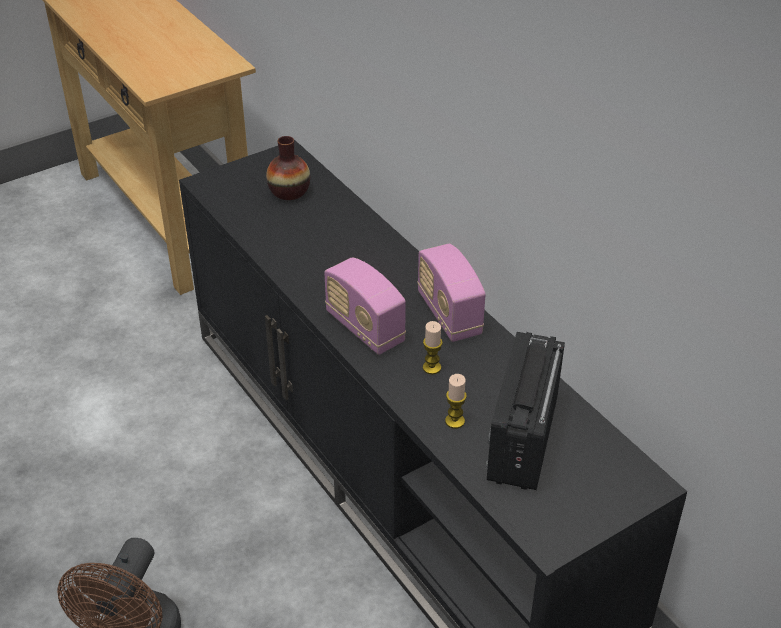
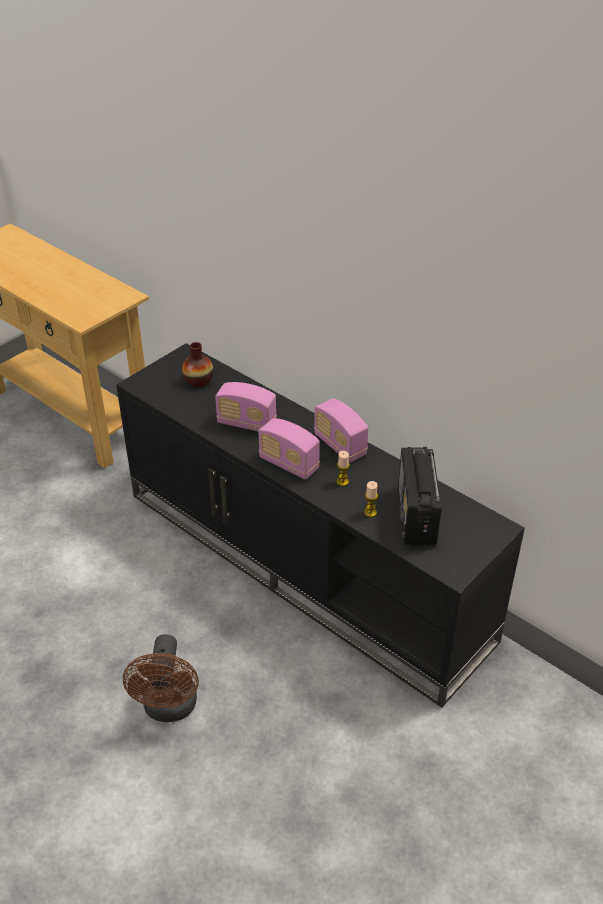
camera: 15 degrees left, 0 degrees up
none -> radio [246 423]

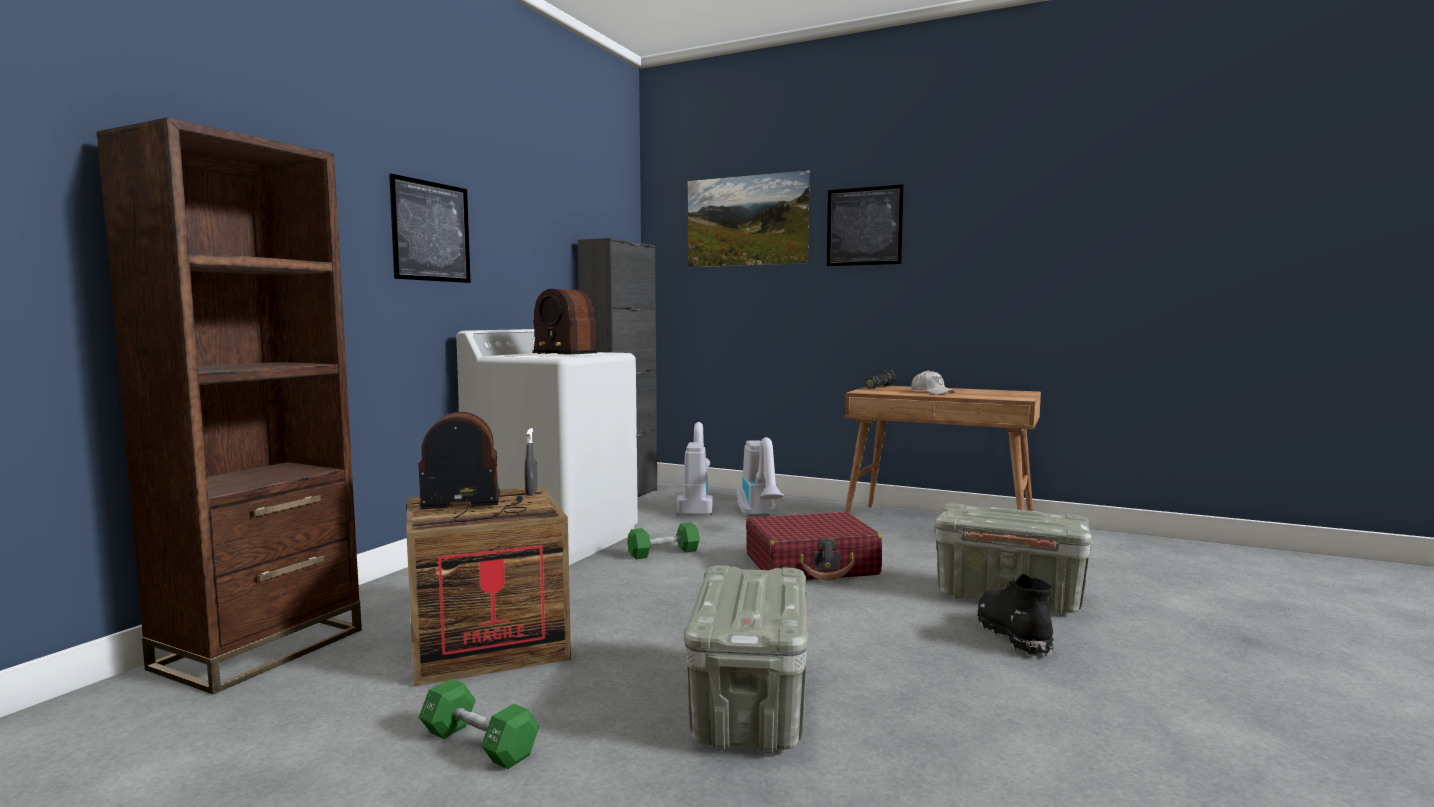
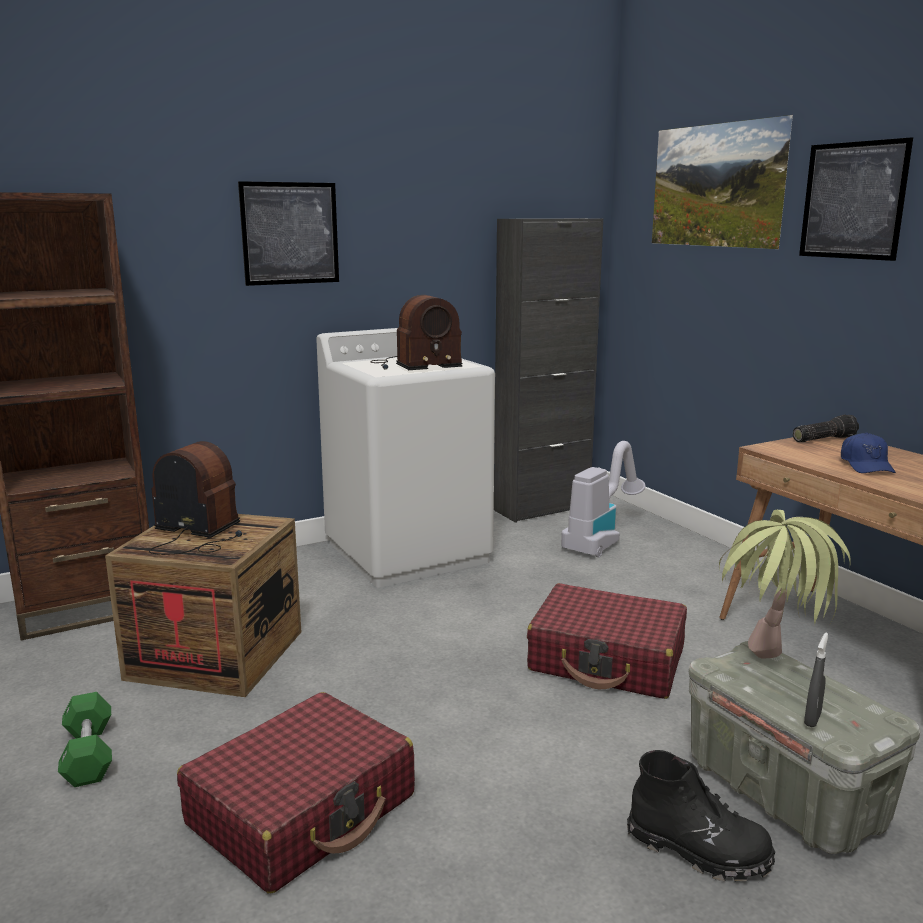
camera: 35 degrees right, 10 degrees up
radio [567 354] -> radio [414 365], 90 degrees counterclockwise
gorra [blanco] [932 392] -> gorra [azul] [866 465]
pulverizador [gris] [531 493] -> pulverizador [gris] [812 719], moved
aspiradora [760 516] -> none
mancuerna [verde] [663 553] -> none
caja de almacenaje [gris] [749 705] -> maleta [rojo] [303 810]
bota [negro] [1013 635] -> bota [negro] [698 850], 90 degrees clockwise
none -> planta en maceta [769 674]

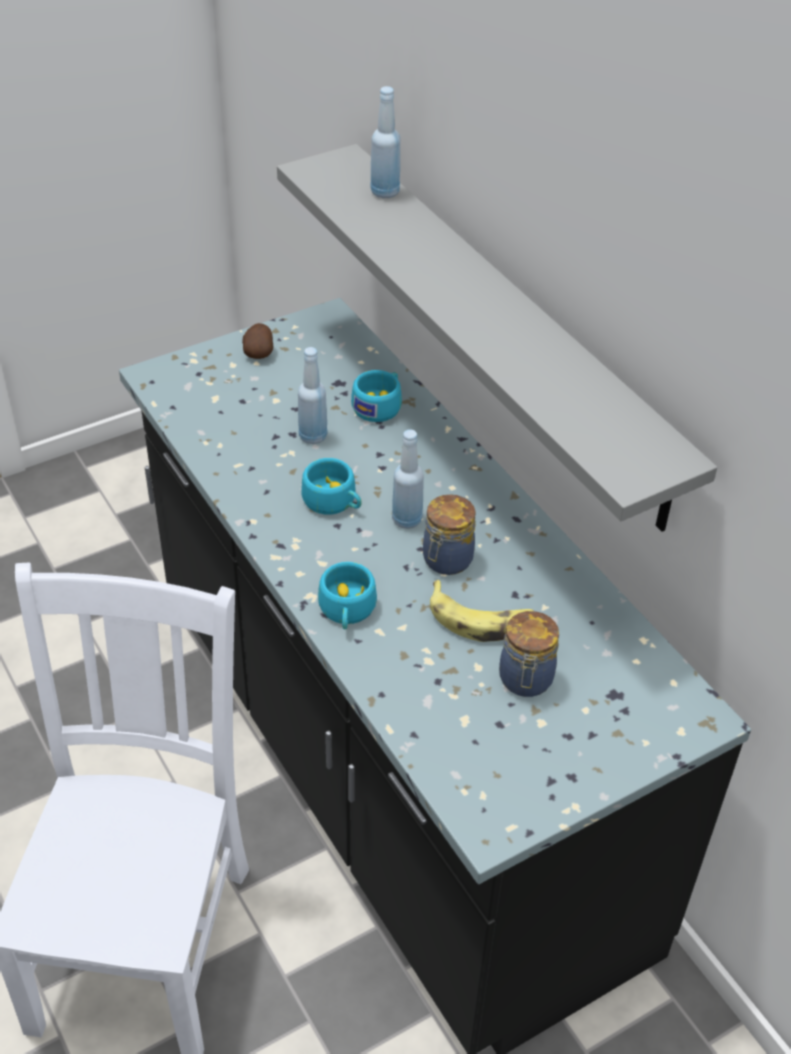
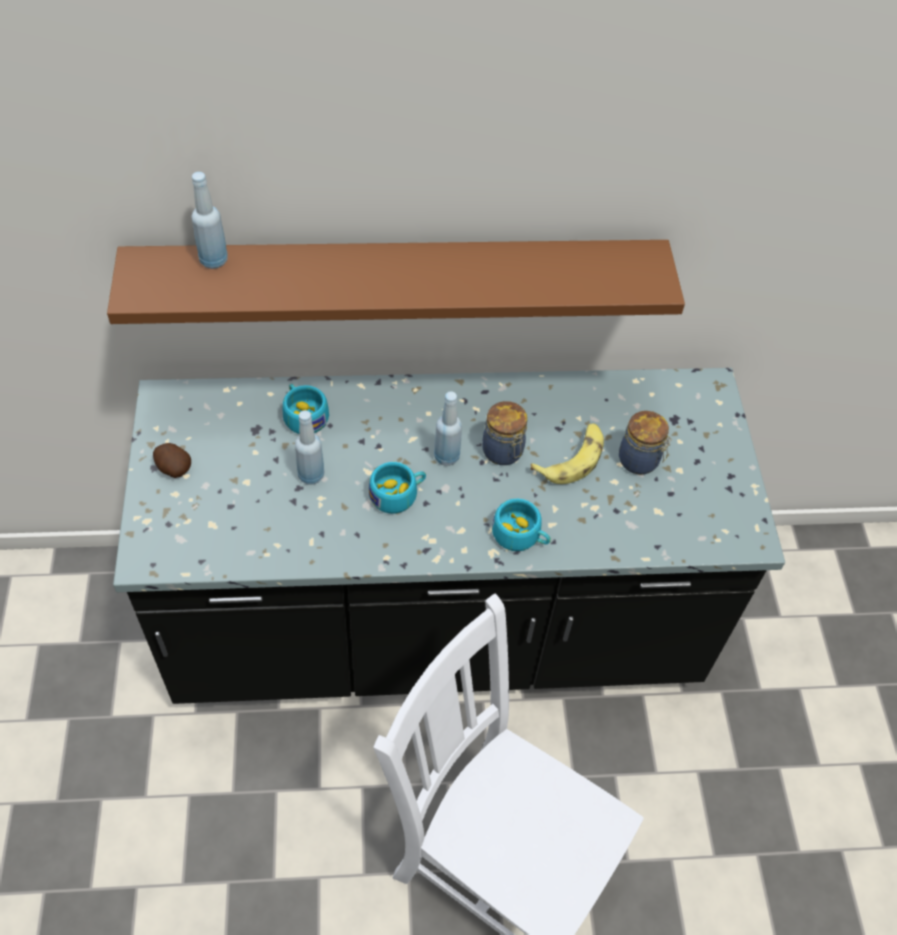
camera: 65 degrees left, 10 degrees up
estante [gris] [507 328] -> estante [marrón] [397 278]

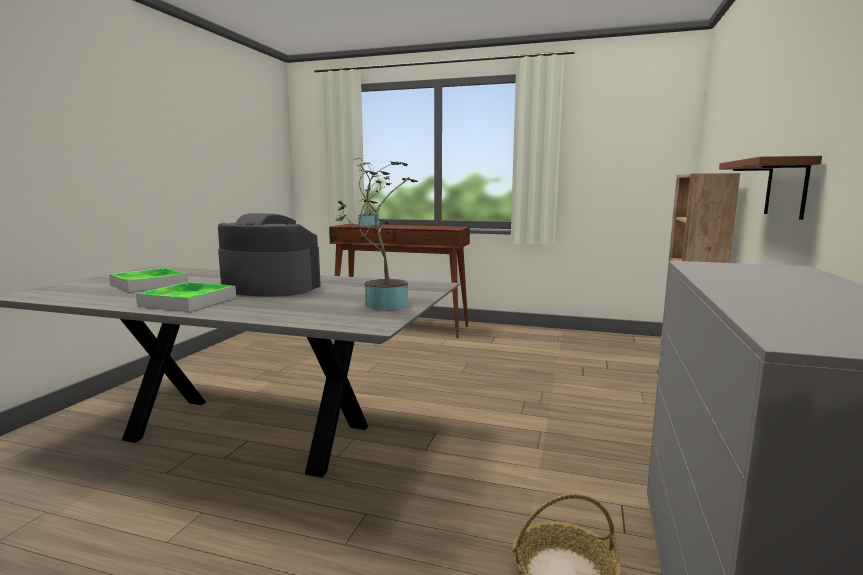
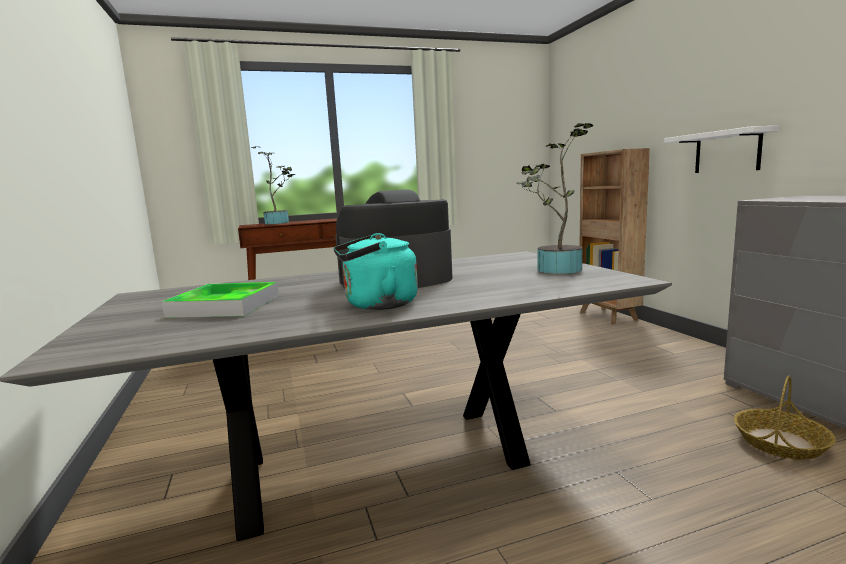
camera: 35 degrees left, 0 degrees up
estante [marrón] [786 188] -> estante [blanco] [727 152]
bandeja [188 301] -> hervidor [turquesa] [377 305]

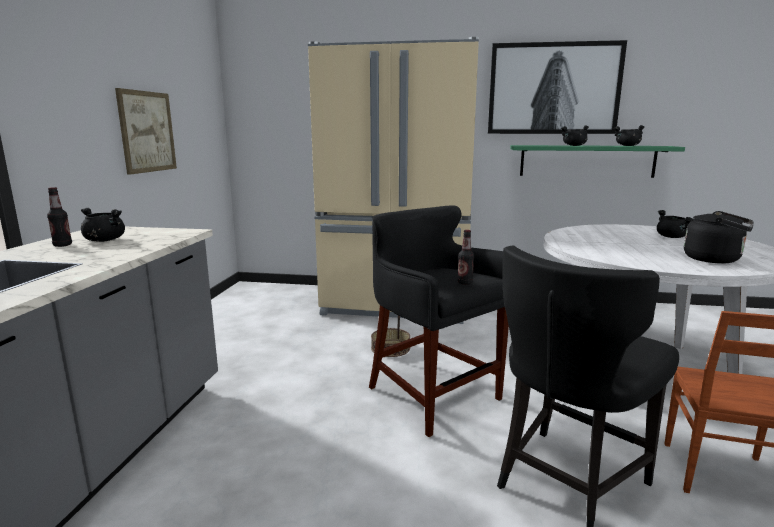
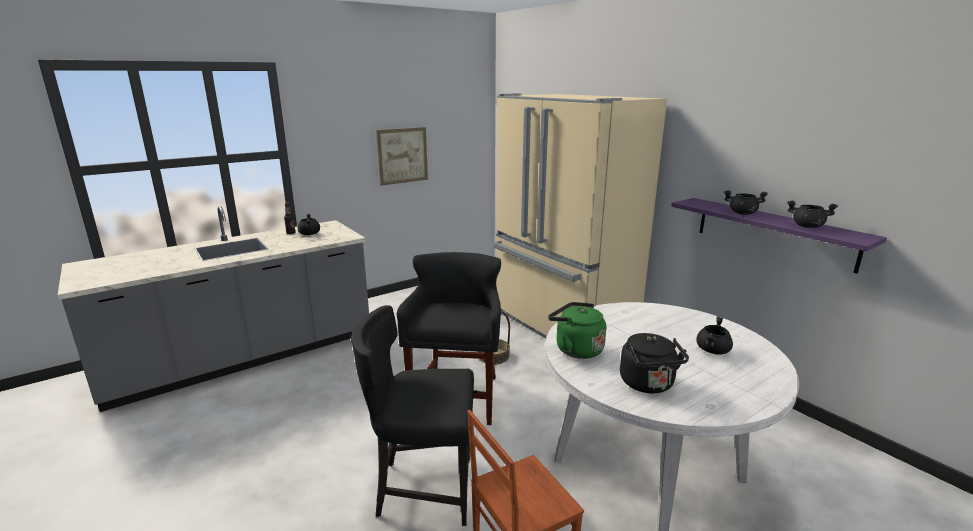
camera: 45 degrees right, 5 degrees up
cuadro [553 89] -> none
estante [verde] [587 161] -> estante [morado] [773 232]
botella [465 283] -> none
none -> hervidor [verde] [576 349]

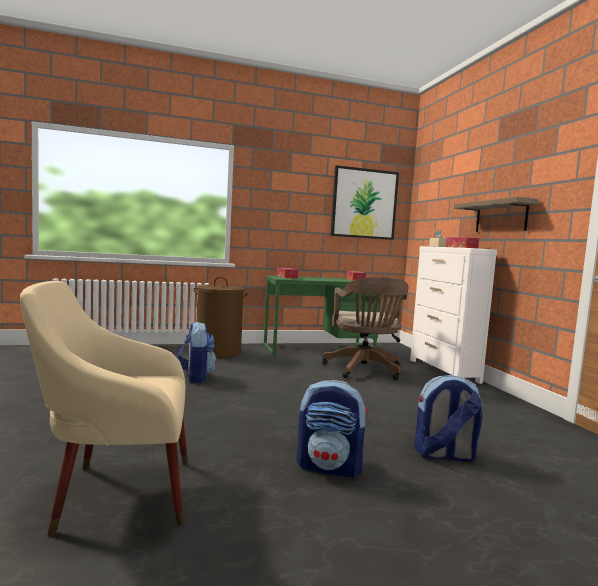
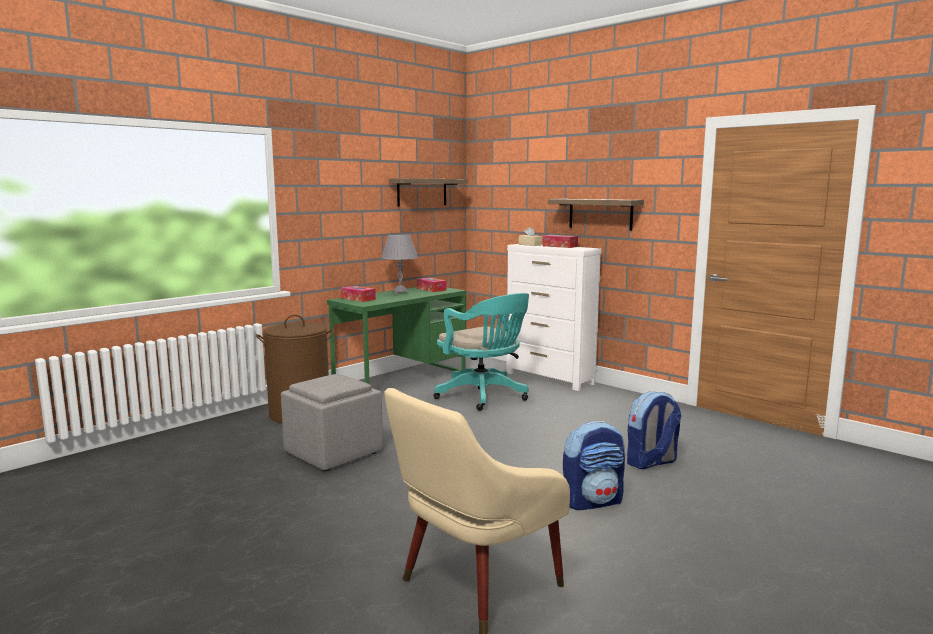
camera: 30 degrees left, 5 degrees up
cuadro [364 203] -> estante [422 192]
silla de oficina [marrón] [364 370] -> silla de oficina [turquesa] [484 396]
mochila [195 377] -> puf [gris] [332 453]
none -> lámpara de mesa [gris] [400 292]

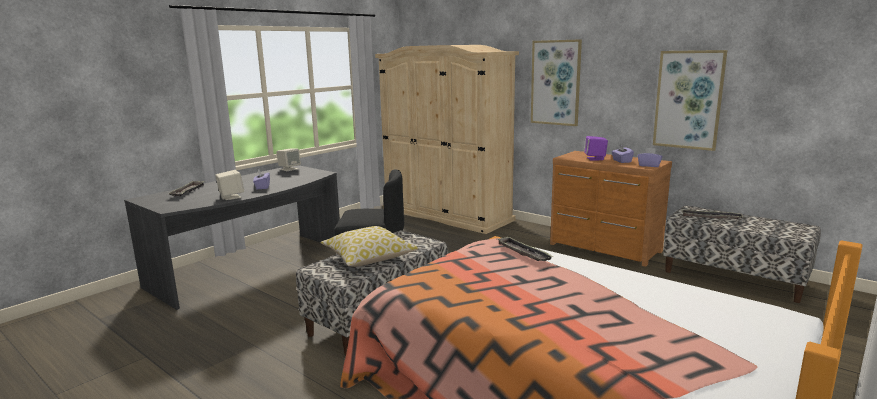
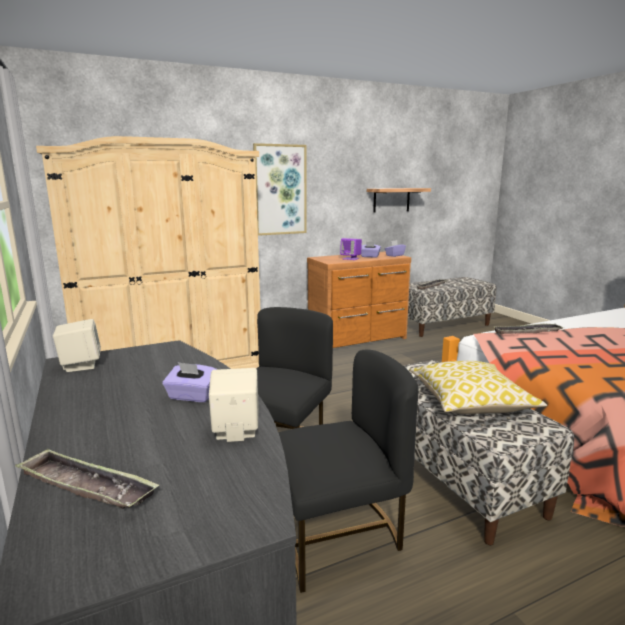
camera: 65 degrees left, 0 degrees up
cuadro [688 100] -> estante [391 200]
none -> silla [negro] [338 536]

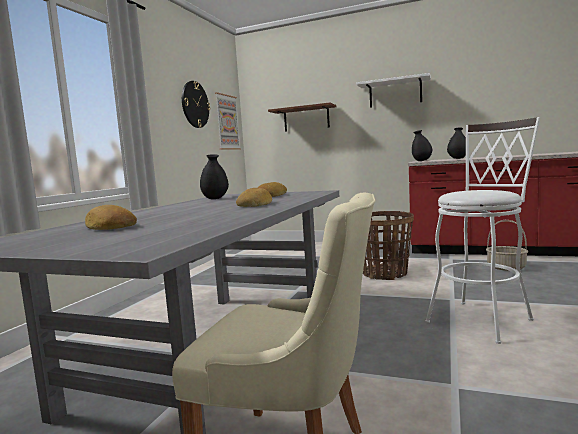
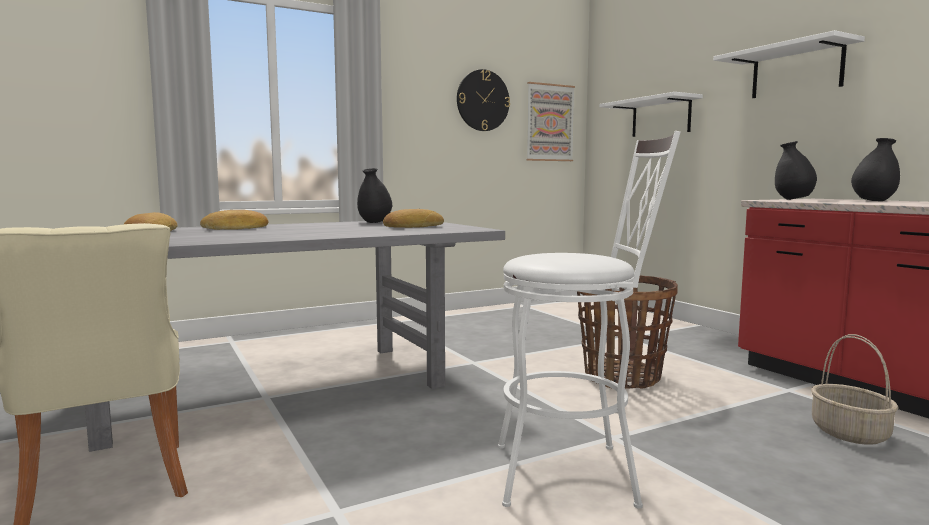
camera: 40 degrees right, 0 degrees up
estante [marrón] [306 118] -> estante [blanco] [661 117]
pan [255 204] -> pan [236 228], moved

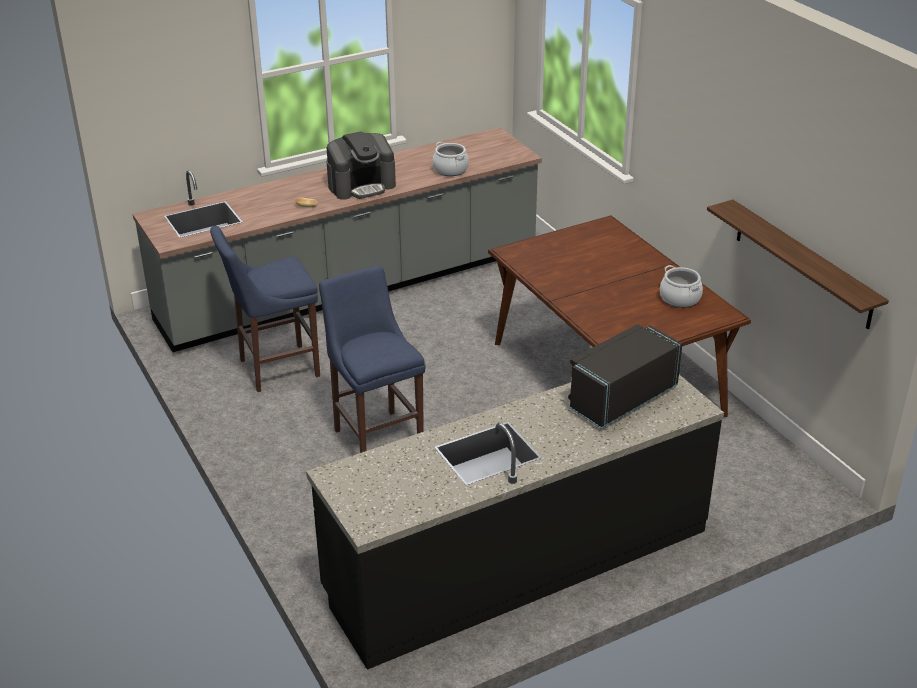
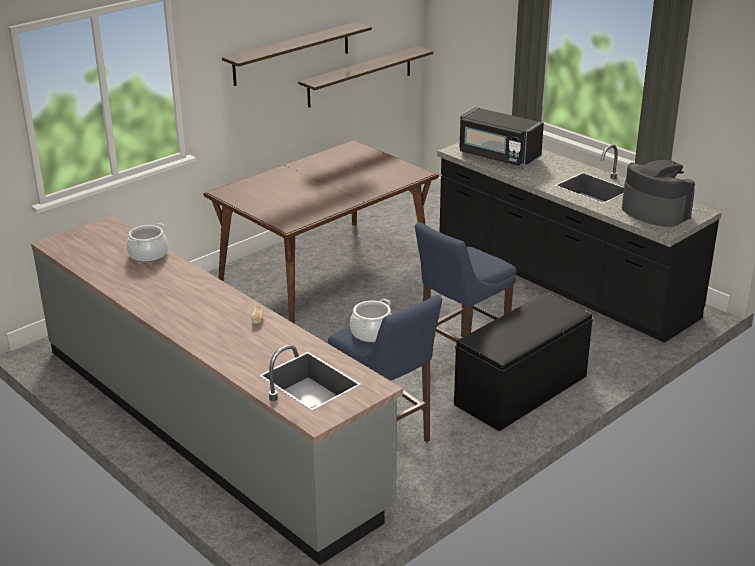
camera: 105 degrees left, 5 degrees down
cafetera [361 185] -> cafetera [654 212], moved
olla [680 299] -> olla [372 333], moved
none -> estante [292 53]
none -> banco [negro] [522 390]

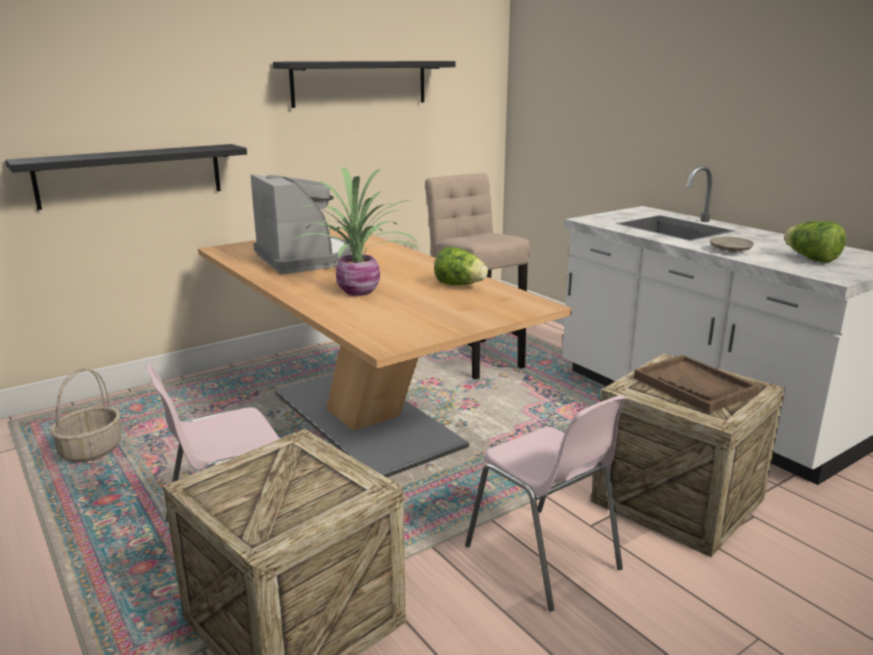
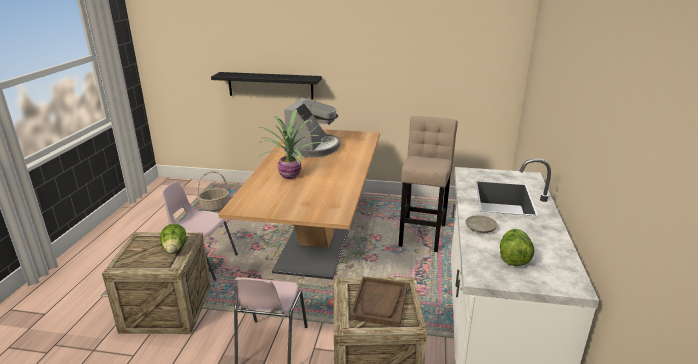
camera: 45 degrees right, 5 degrees up
estante [negro] [360 83] -> none
lechuga [459 285] -> lechuga [174 249], moved

